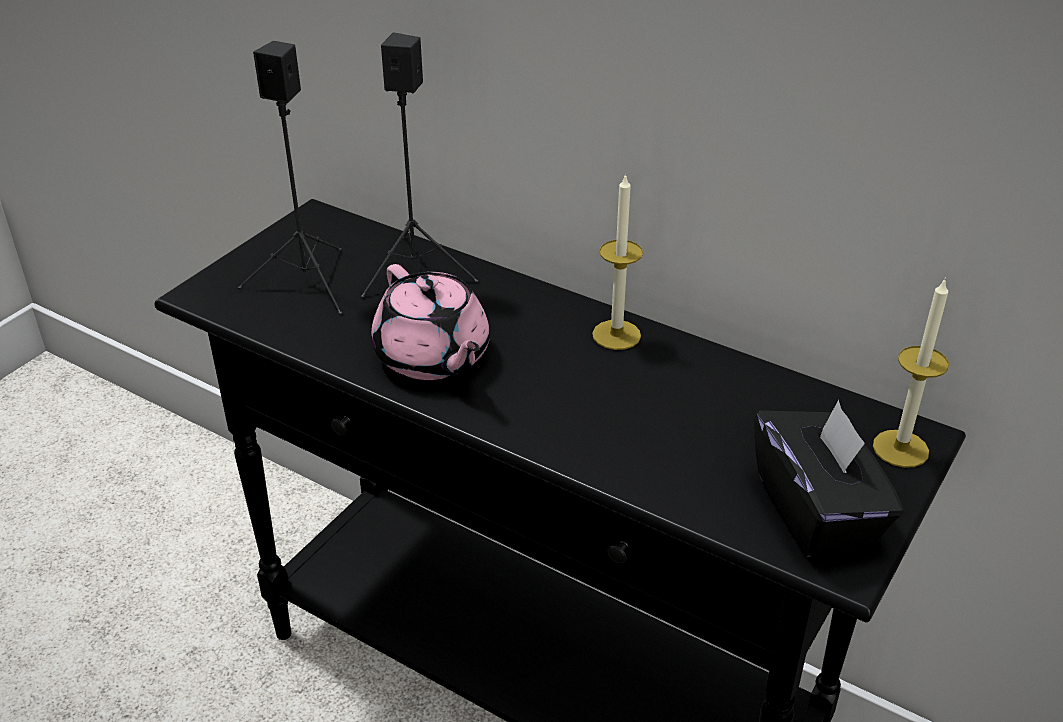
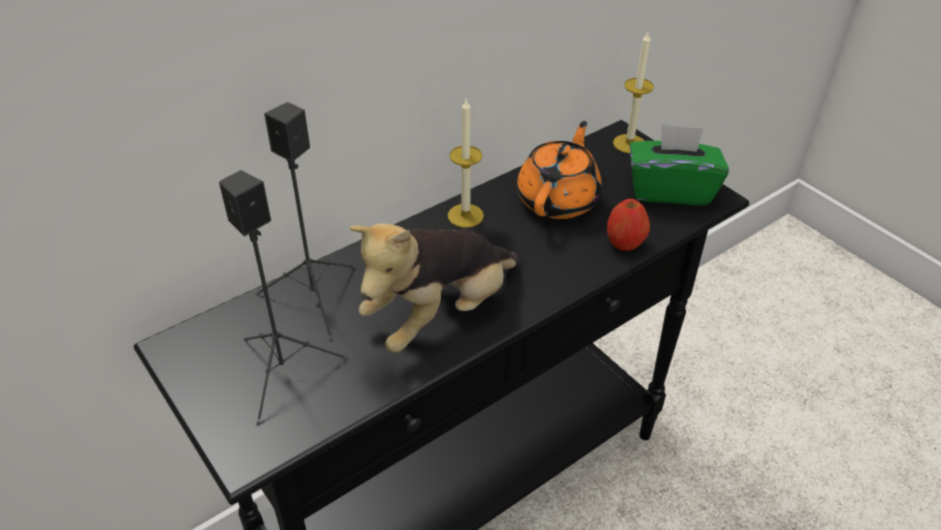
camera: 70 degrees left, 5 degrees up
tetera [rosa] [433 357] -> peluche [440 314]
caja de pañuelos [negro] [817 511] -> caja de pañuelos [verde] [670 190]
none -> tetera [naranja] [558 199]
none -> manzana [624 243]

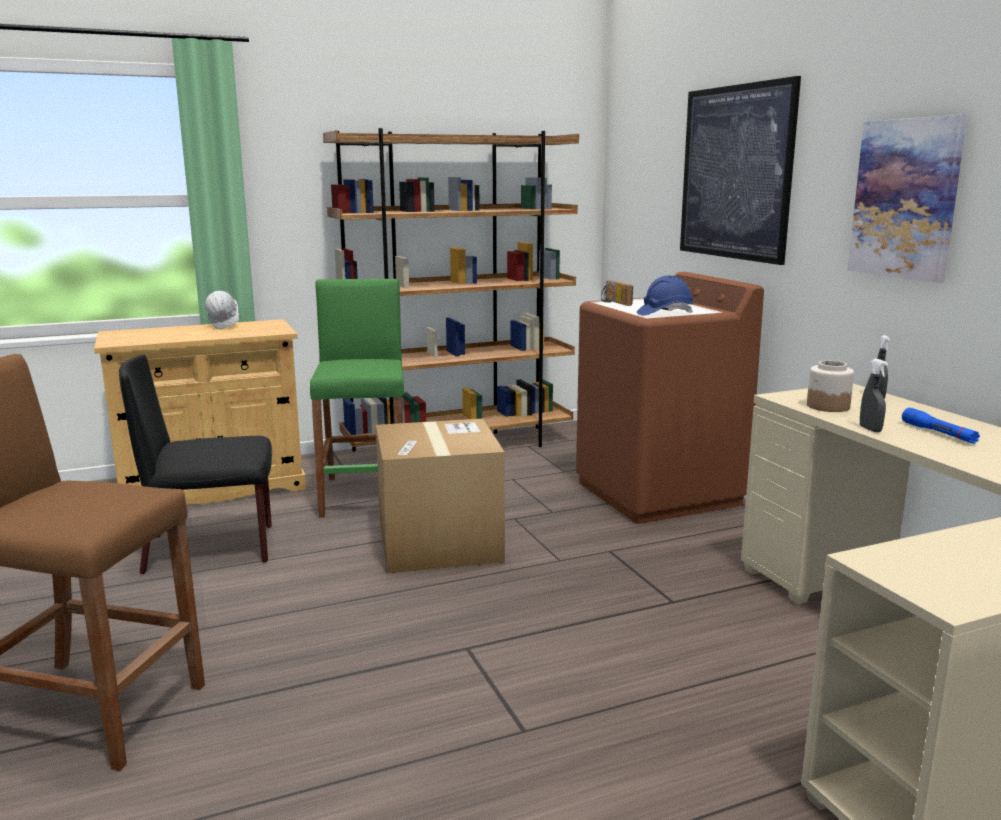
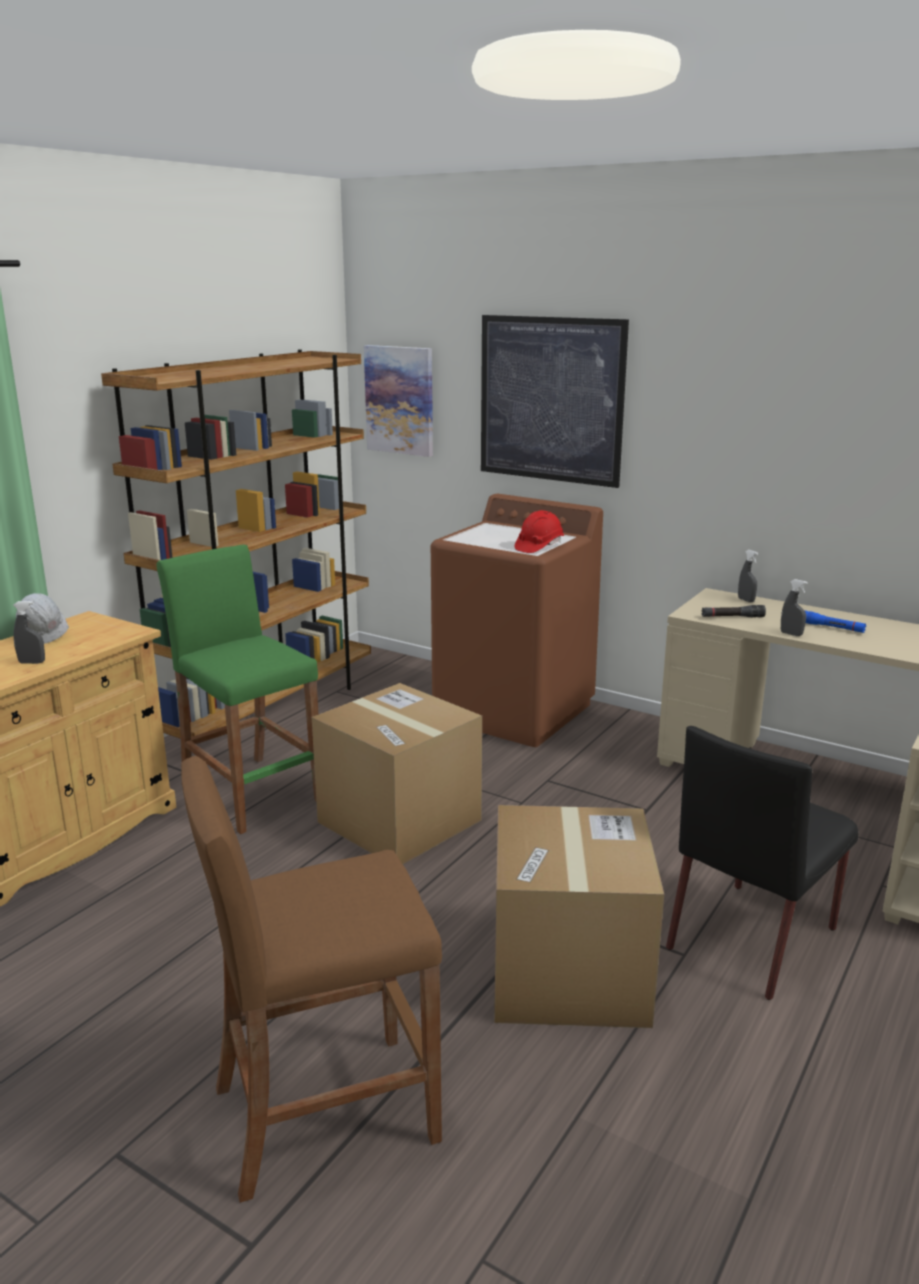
camera: 35 degrees left, 5 degrees up
cuadro [906 199] -> cuadro [400 400], moved
casco [azul] [664 313] -> casco [rojo] [539 547]
radio [614 302] -> none
silla [negro] [213 548] -> silla [negro] [753 936], moved
tarro [827 406] -> linterna [negro] [732 617]
none -> pulverizador [gris] [32 662]
none -> caja de cartón [568 972]

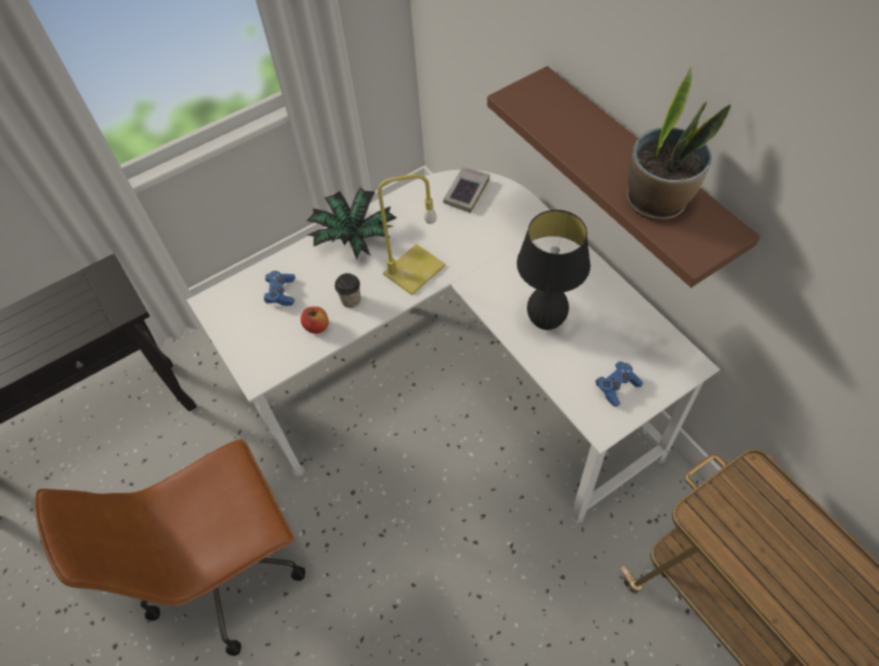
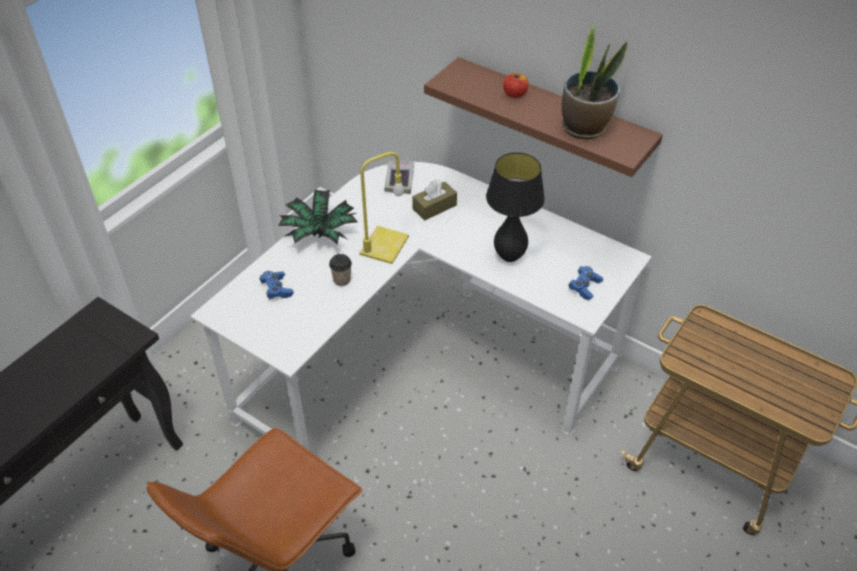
camera: 25 degrees left, 10 degrees down
manzana [317 326] -> manzana [515 94], moved
none -> caja de pañuelos [marrón] [434 207]

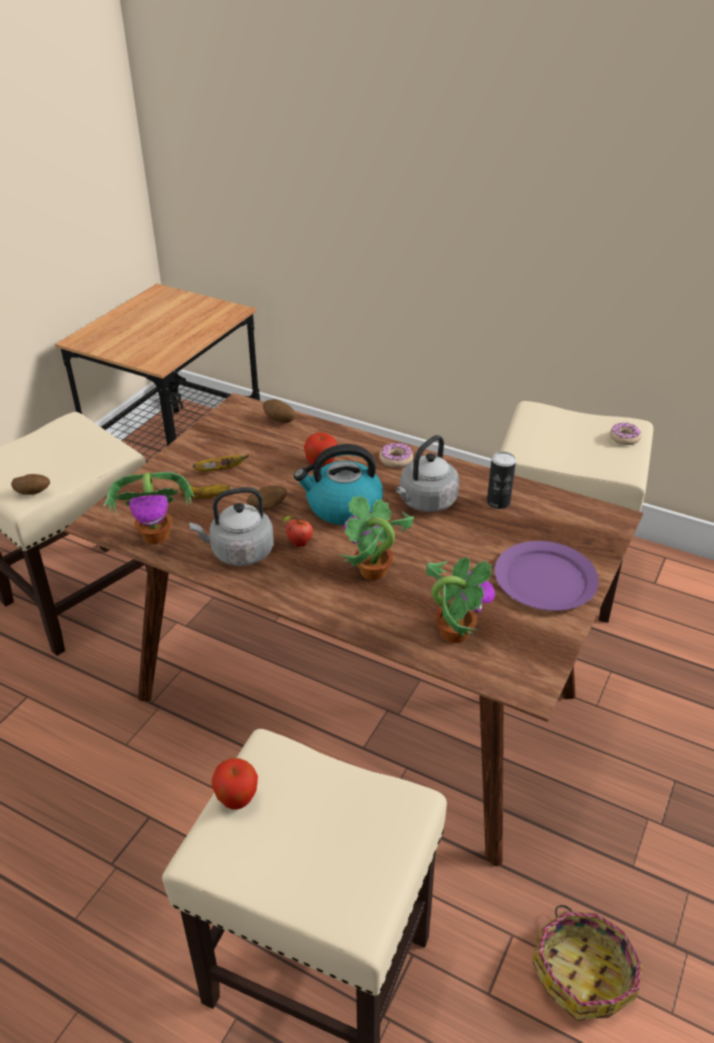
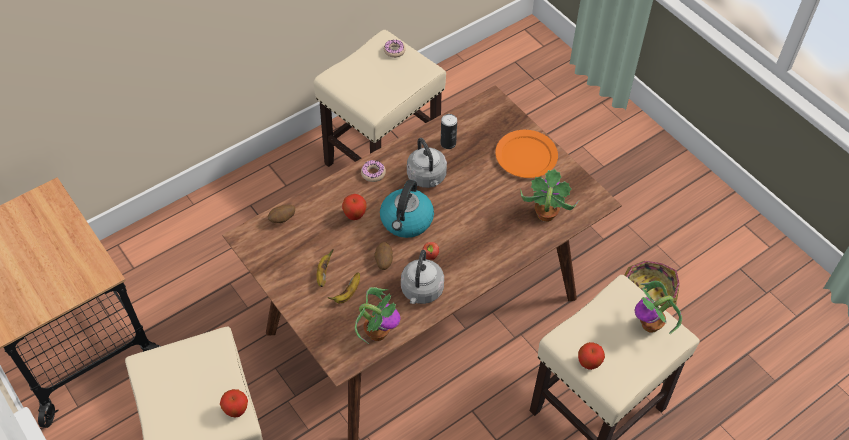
camera: 65 degrees left, 15 degrees up
patata [33 493] -> manzana [236 410]
planta en maceta [373 571] -> planta en maceta [651 325], moved
plato [morado] [545 580] -> plato [naranja] [526 156]

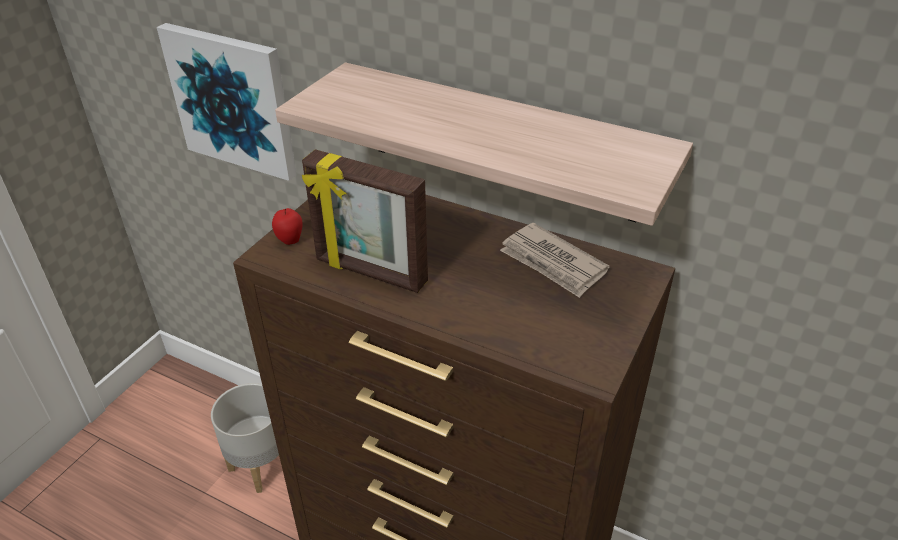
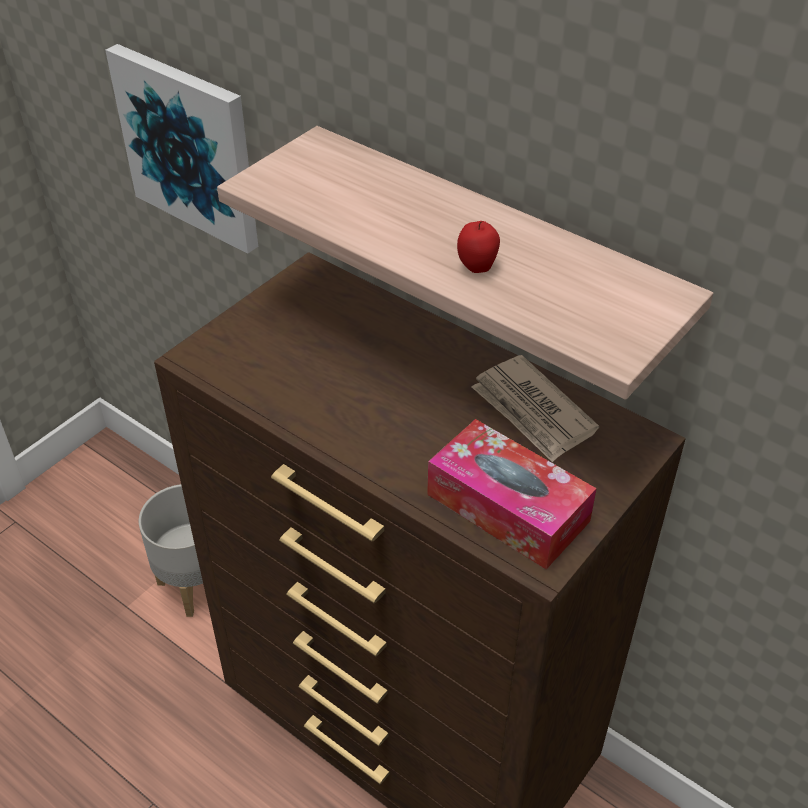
camera: 10 degrees right, 5 degrees up
portarretratos [370 272] -> none
manzana [290 240] -> manzana [477 267], moved
none -> caja de pañuelos [507 508]

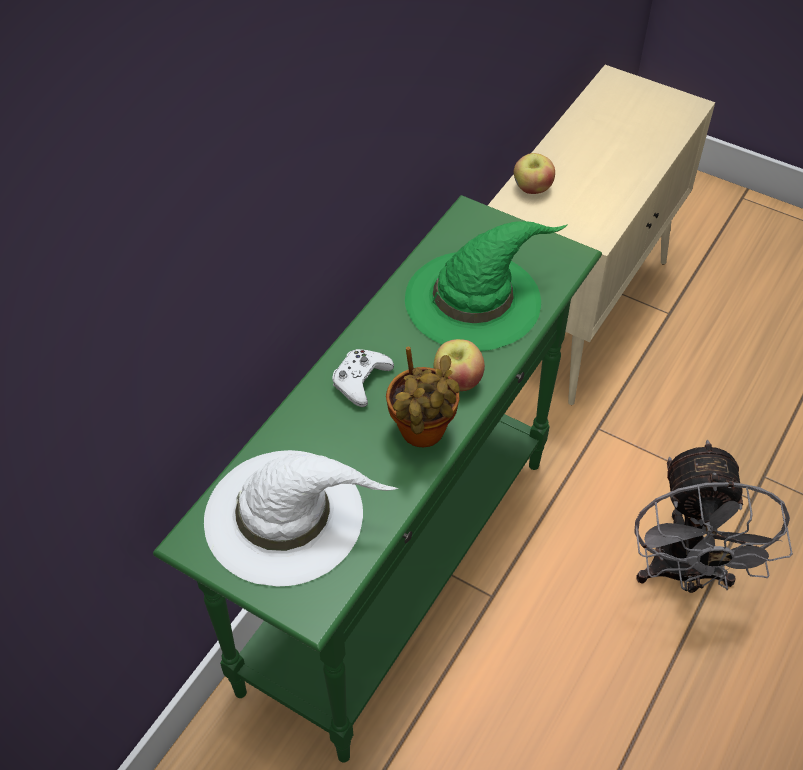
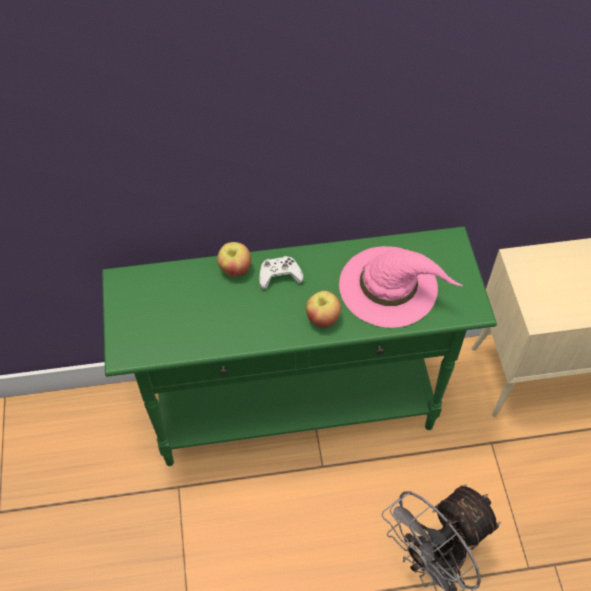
camera: 50 degrees right, 5 degrees up
manzana [532 188] -> manzana [235 269], moved
sombrero [verde] [474 298] -> sombrero [rosa] [390 286]
planta en maceta [422 435] -> none
sombrero [blanco] [287 515] -> none

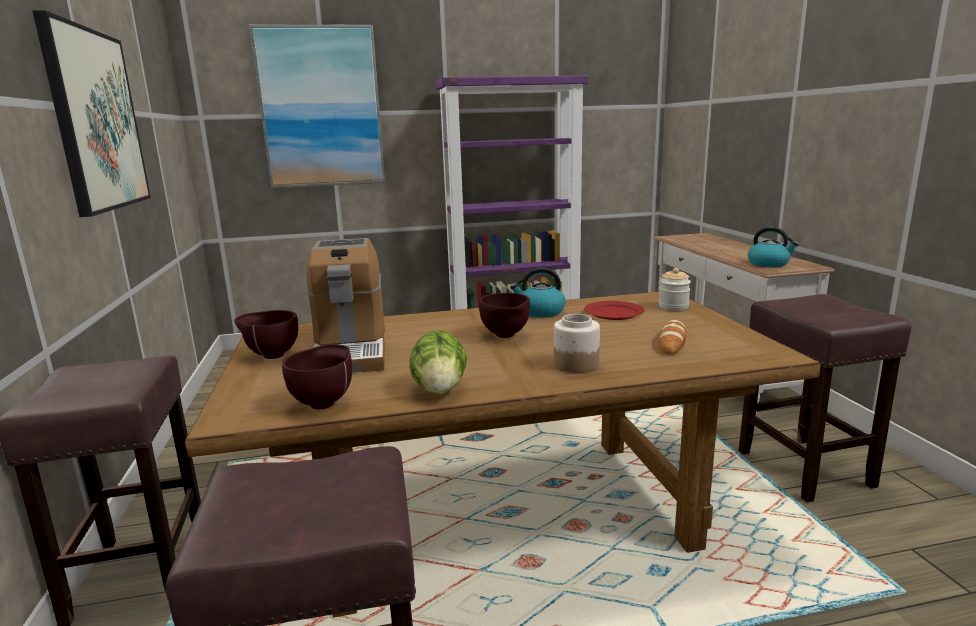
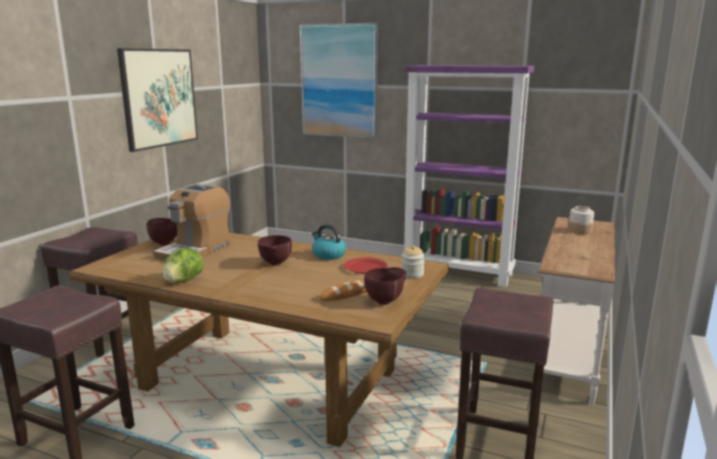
camera: 35 degrees right, 0 degrees up
hervidor [769 264] -> none
tarro [575 364] -> tarro [579 231], moved
cuenco [marrón] [324 403] -> cuenco [marrón] [385 301], moved

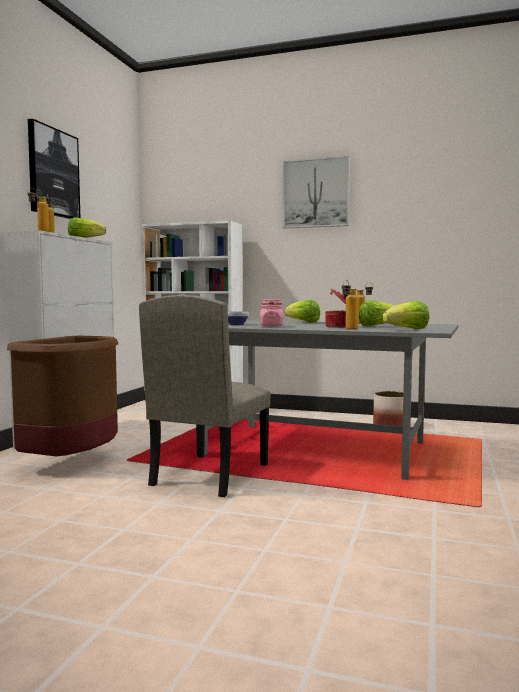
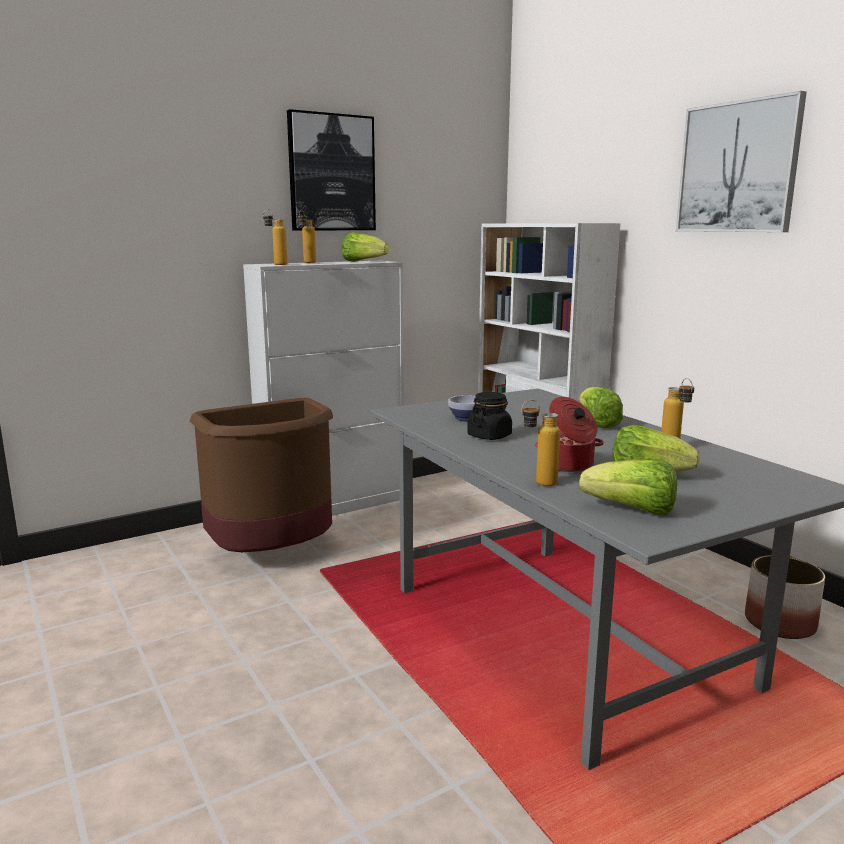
camera: 40 degrees right, 10 degrees up
silla [beis] [209 474] -> none
tarro [rosa] [271 326] -> tarro [negro] [489 436]

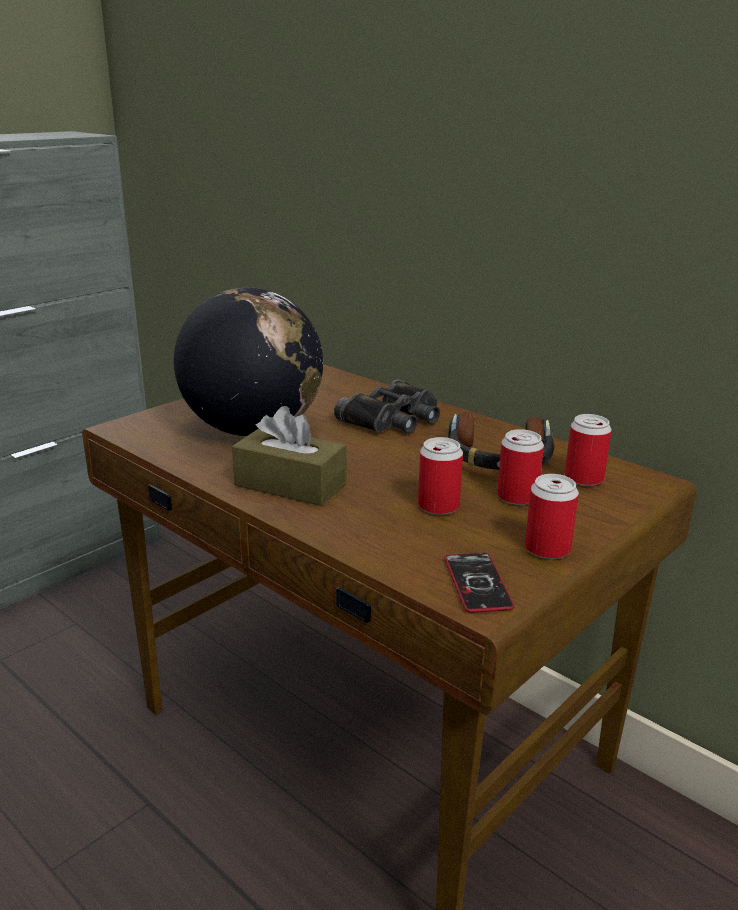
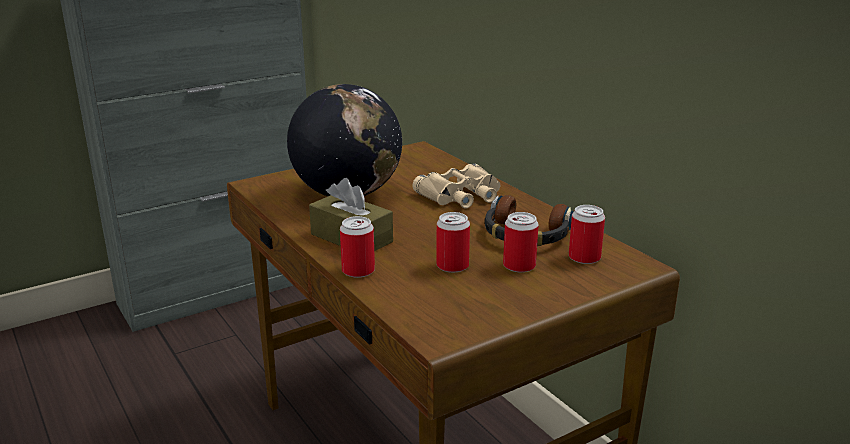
camera: 15 degrees right, 0 degrees up
prismáticos [negro] [393 419] -> prismáticos [beis] [461 195]
lata [547 549] -> lata [358 271], moved
móvil [477 583] -> none

